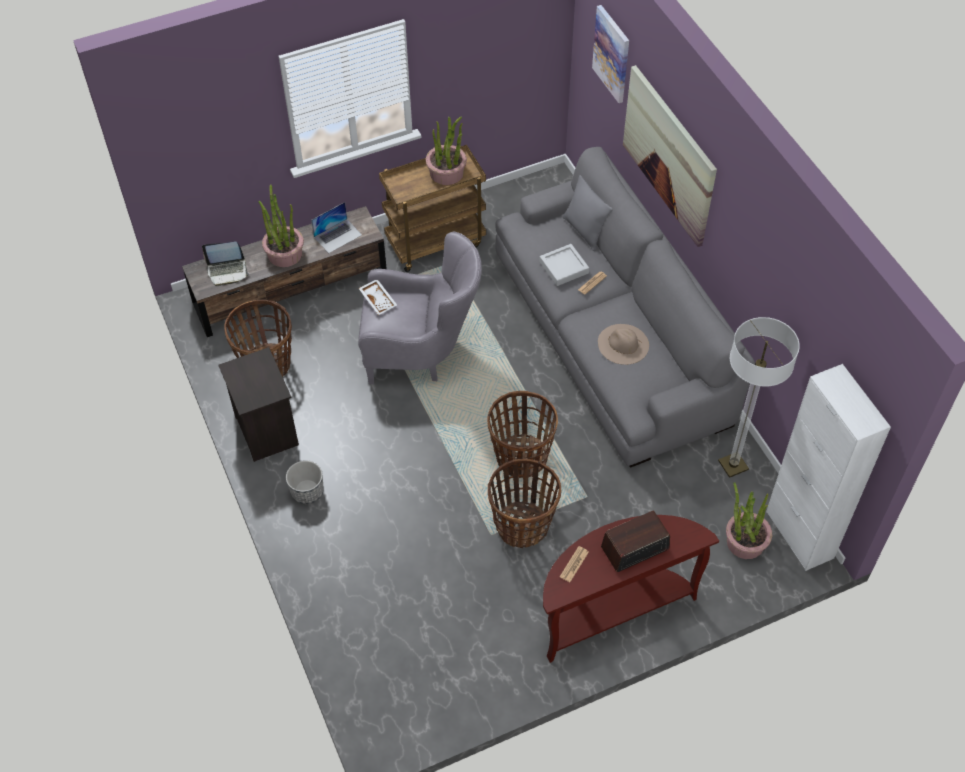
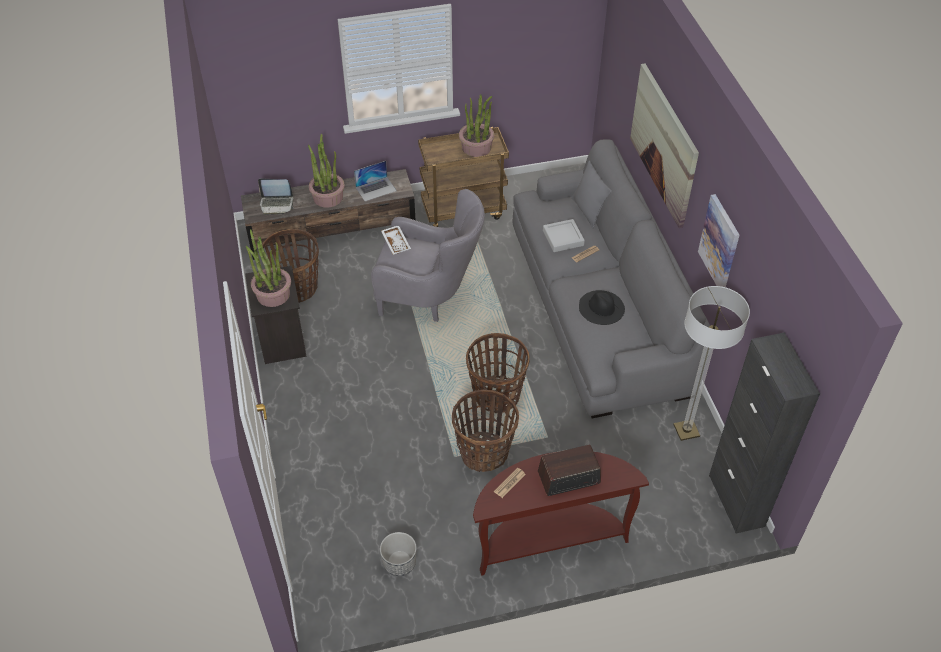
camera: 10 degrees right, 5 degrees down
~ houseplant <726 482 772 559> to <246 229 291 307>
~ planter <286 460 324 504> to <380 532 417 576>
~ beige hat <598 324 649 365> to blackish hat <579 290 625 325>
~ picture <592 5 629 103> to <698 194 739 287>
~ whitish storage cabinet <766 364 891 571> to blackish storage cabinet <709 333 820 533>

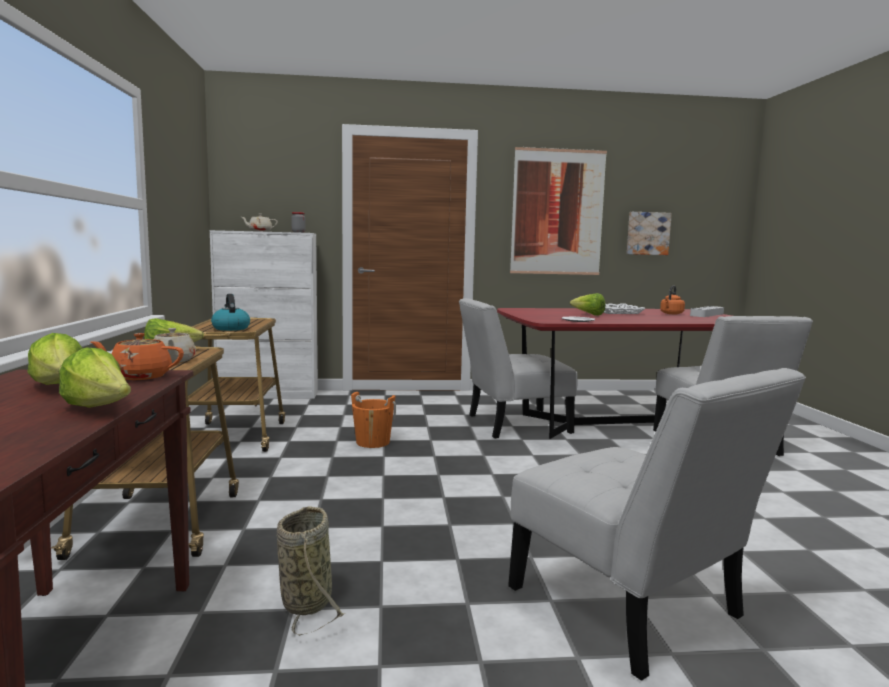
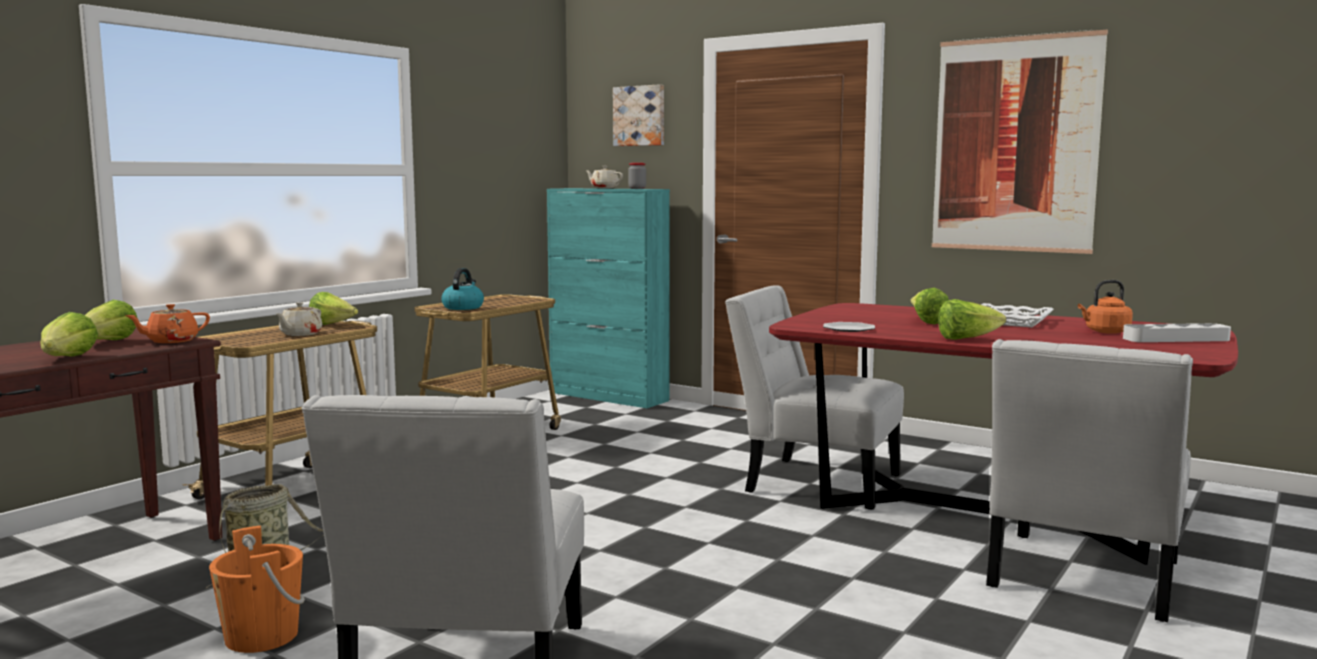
camera: 40 degrees right, 0 degrees up
~ orangey tea pot <91 333 184 380> = <125 304 210 343> 75 degrees counterclockwise
~ orangey water bucket <351 392 396 448> to <209 526 305 653>
~ whitish storage cabinet <210 230 318 399> to blue-green storage cabinet <547 188 670 408>
~ picture <627 212 672 255> to <613 84 664 146>
+ lettuce head <938 299 1006 340>

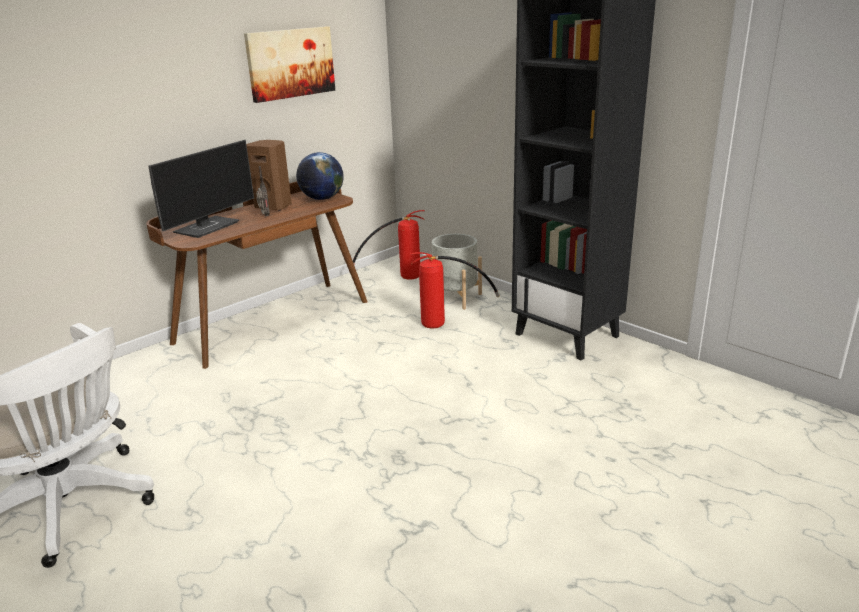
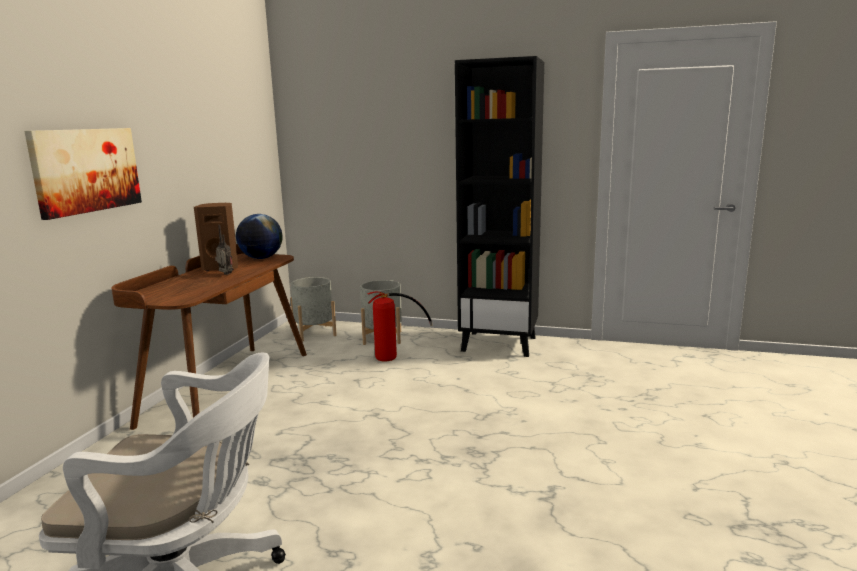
camera: 30 degrees left, 10 degrees down
~ picture <244 26 335 103> to <24 128 142 220>
~ extinguisher <353 210 425 280> to gray planter <291 277 337 342>
- computer screen <149 140 254 238>

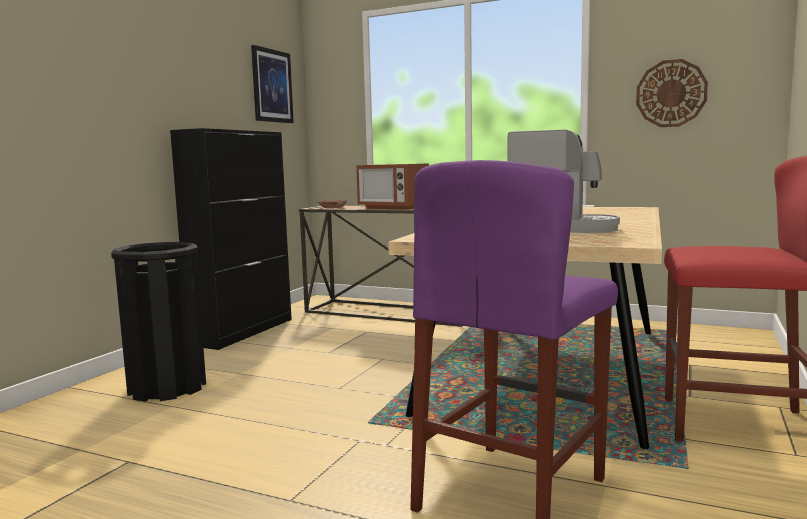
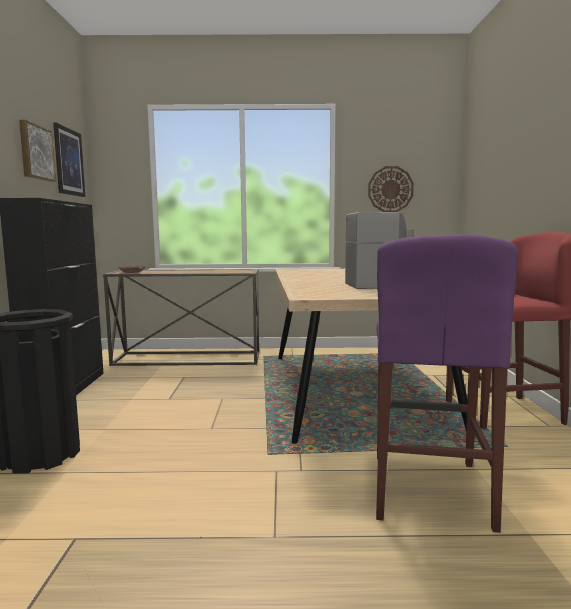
camera: 25 degrees left, 0 degrees up
+ picture <19 120 56 182>
- microwave <356 163 429 210>

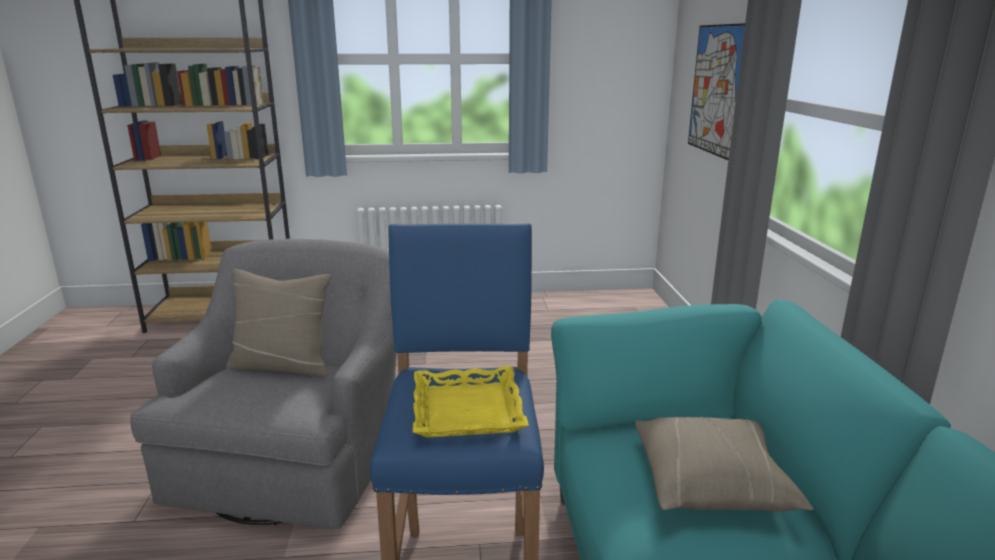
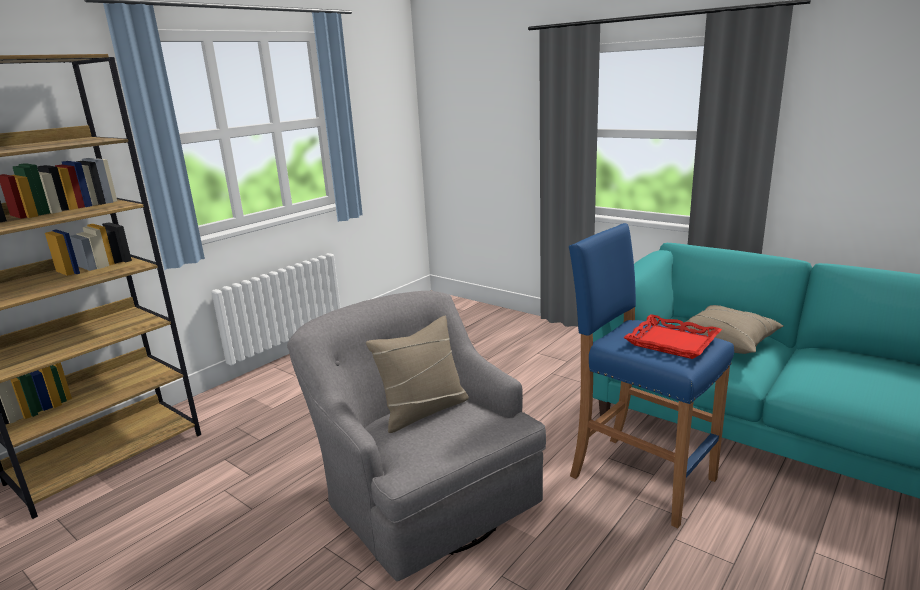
camera: 45 degrees left, 0 degrees up
~ yellow-coloured serving tray <413 366 529 438> to red-coloured serving tray <623 314 722 359>
- picture <688 23 745 160>

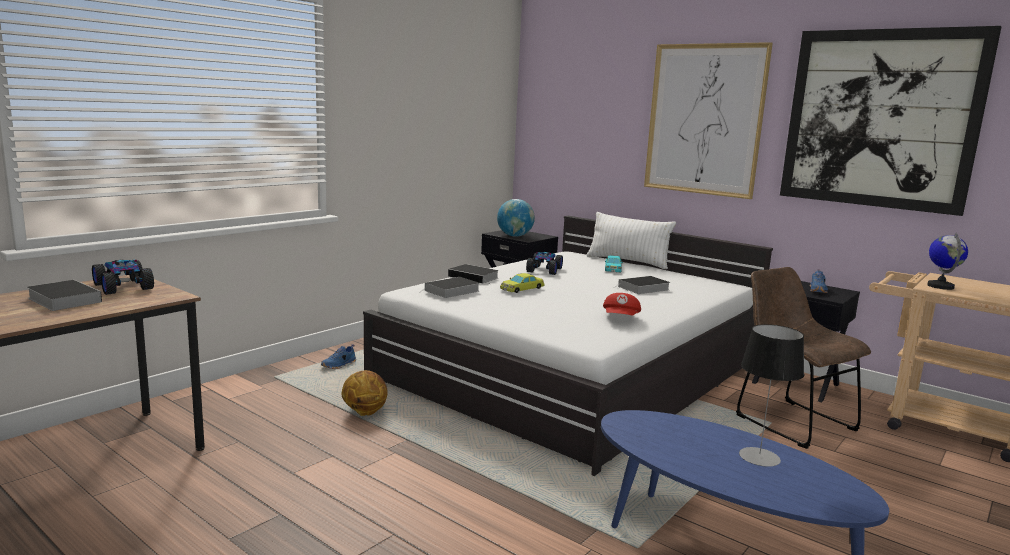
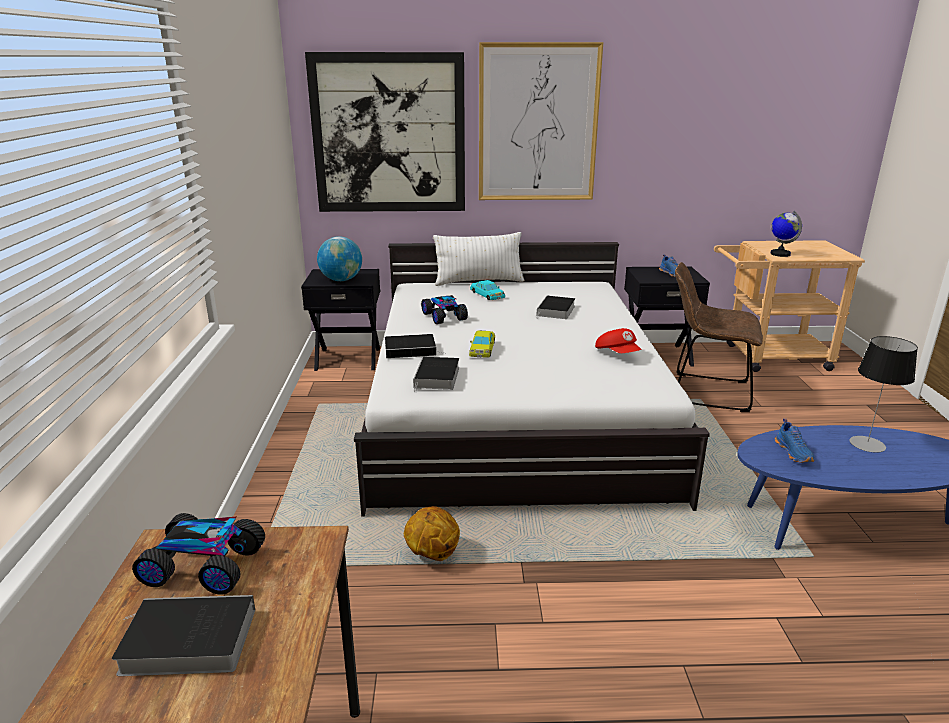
camera: 40 degrees left, 10 degrees up
~ picture <780 26 1001 216> to <305 52 465 212>
~ blue item of footwear <321 344 356 369> to <775 419 815 463>

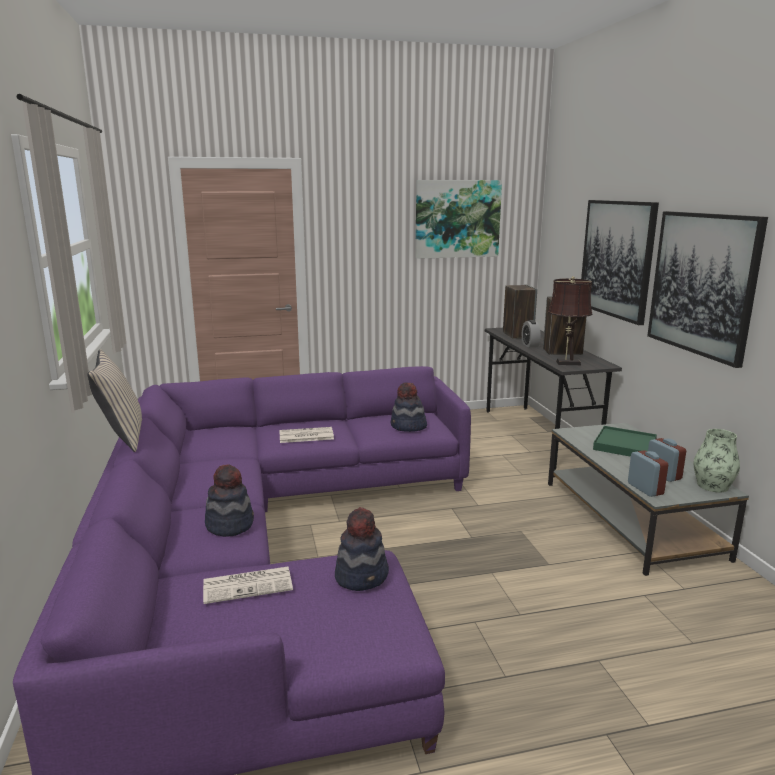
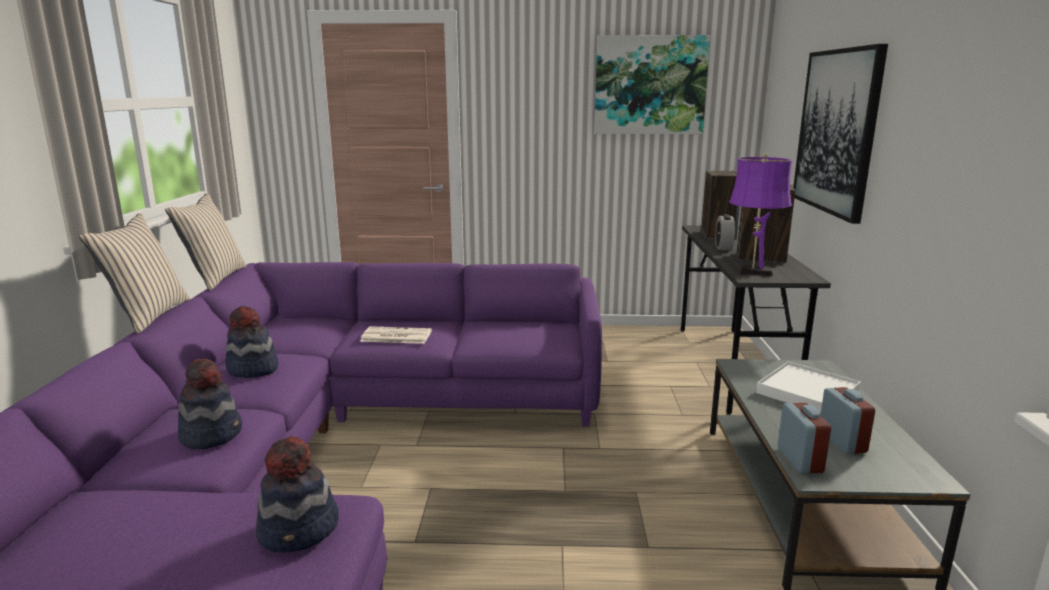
camera: 15 degrees right, 0 degrees up
+ beige cushion <165 193 247 290>
~ hat <391 382 427 432> to <225 306 278 378>
~ brown lamp for a table <548 276 592 365> to purple-coloured lamp for a table <729 153 792 276>
~ green serving tray <593 426 657 457> to whitish serving tray <756 361 861 414>
- daily paper <203 567 293 604>
- picture <647 211 768 368>
- vase <693 429 740 493>

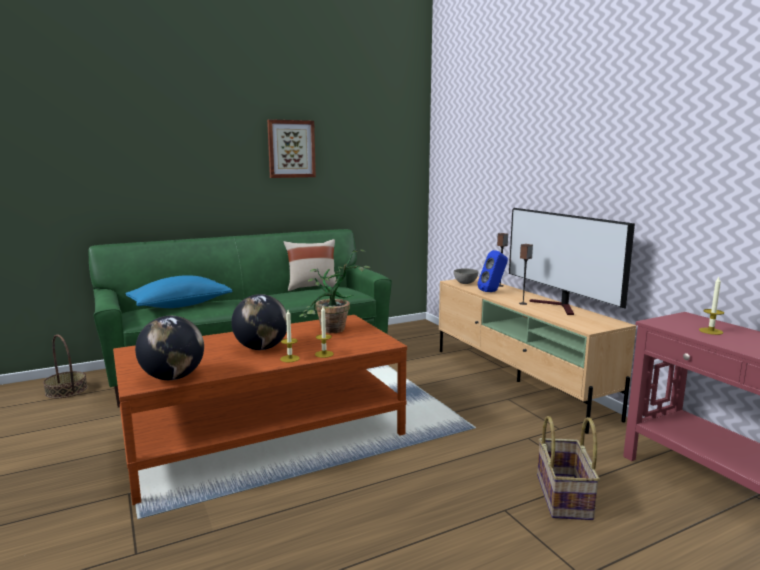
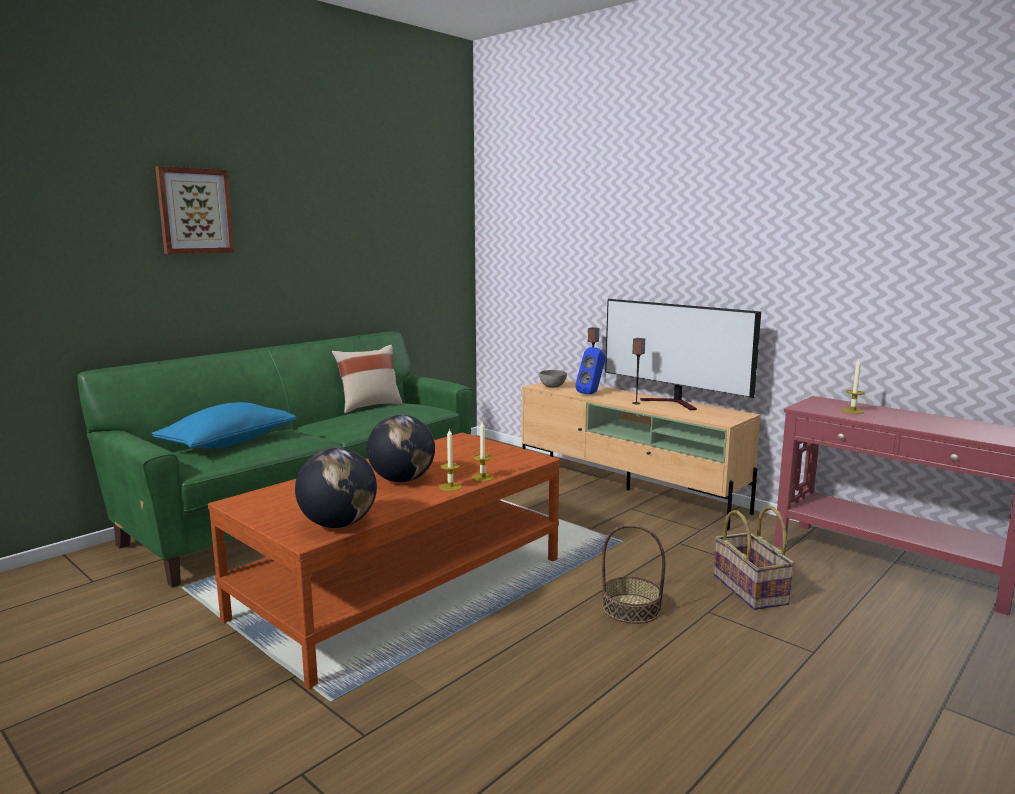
camera: 20 degrees left, 0 degrees up
~ picture <267 119 316 178> to <155 166 235 254>
~ household basket <43 334 88 398> to <602 524 665 624>
- houseplant <299 250 372 333>

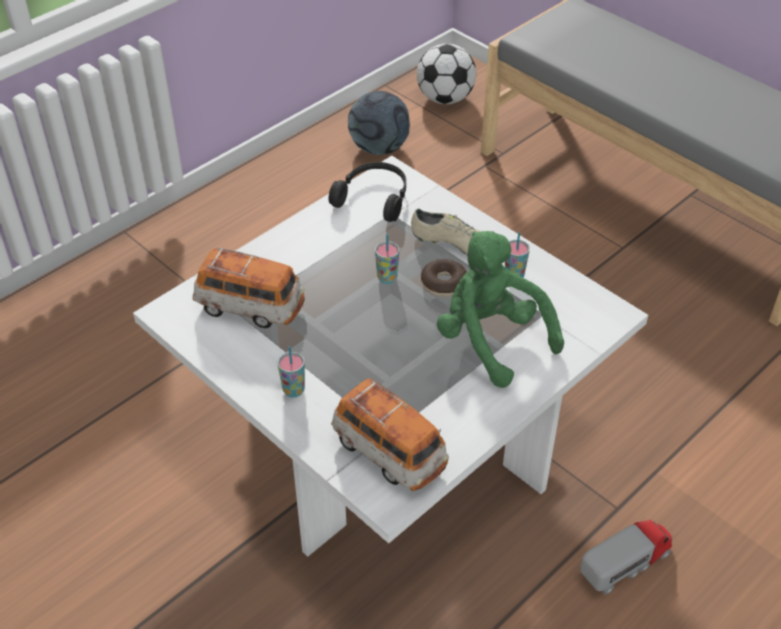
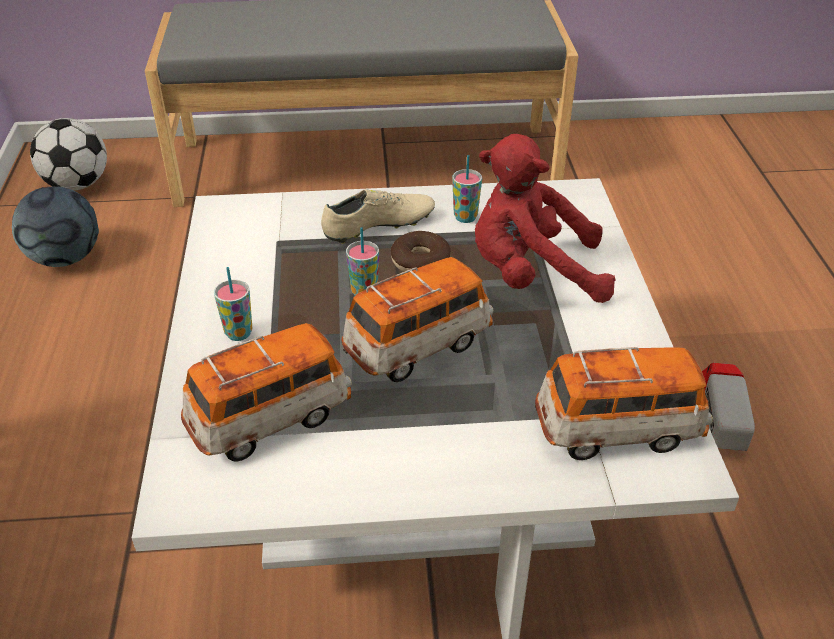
camera: 50 degrees left, 5 degrees down
~ cup <278 346 305 398> to <214 267 252 341>
+ model car <342 257 493 382>
~ green plush toy <437 231 564 388> to red-coloured plush toy <475 134 616 303>
- blackish headset <329 162 406 222>

